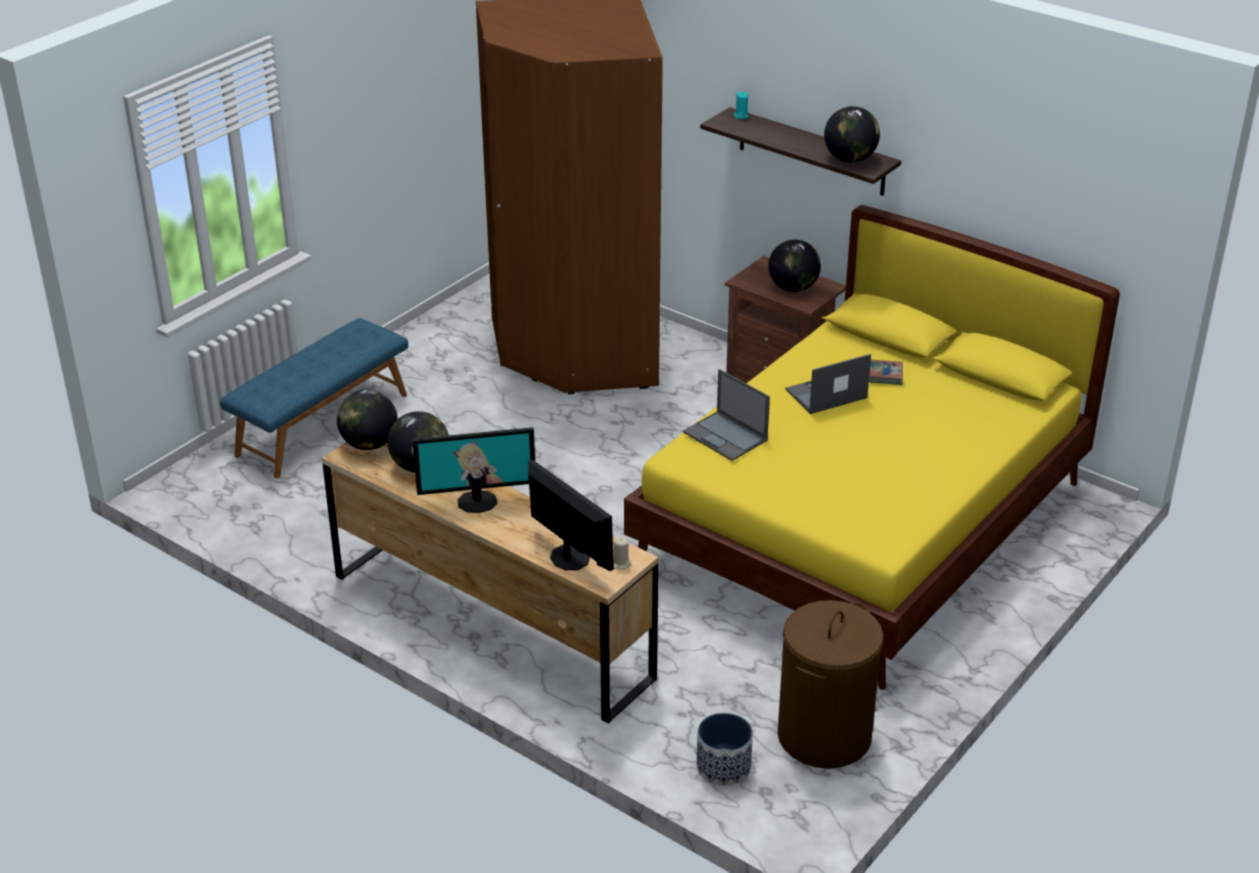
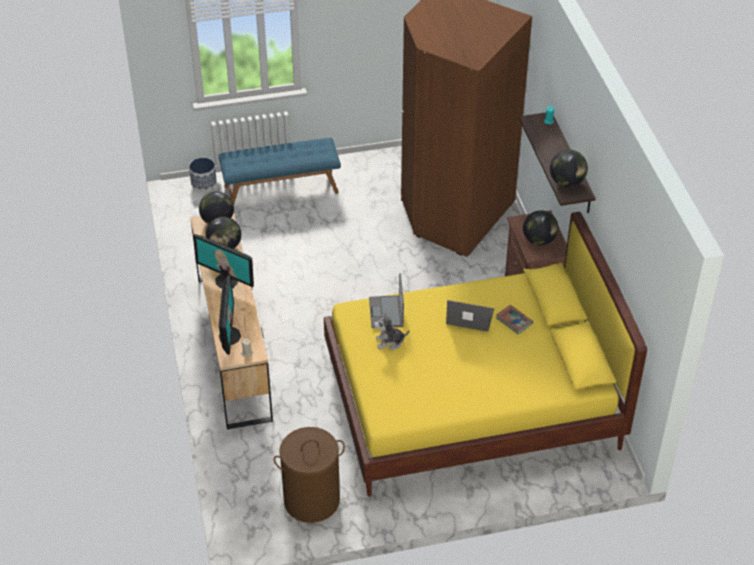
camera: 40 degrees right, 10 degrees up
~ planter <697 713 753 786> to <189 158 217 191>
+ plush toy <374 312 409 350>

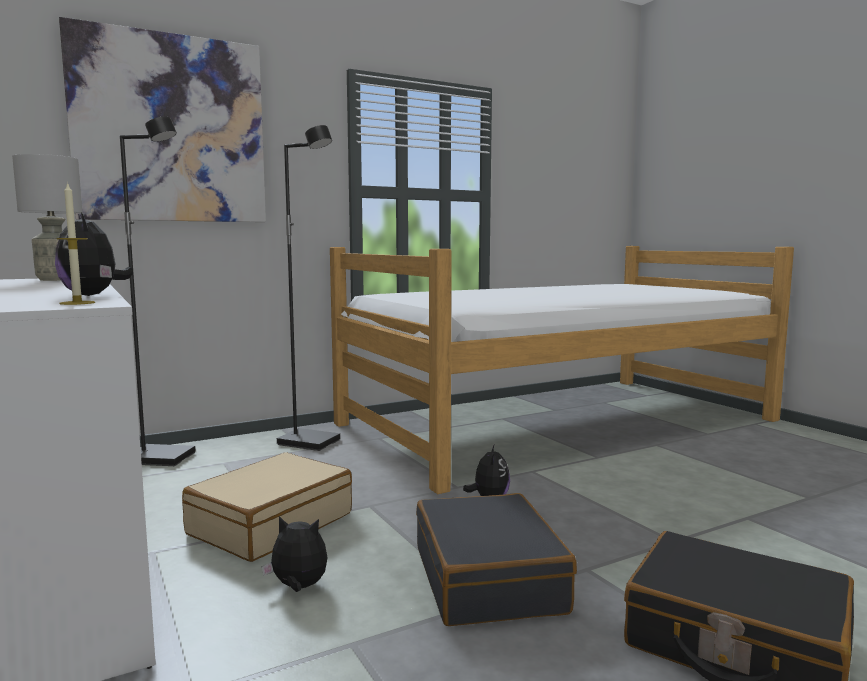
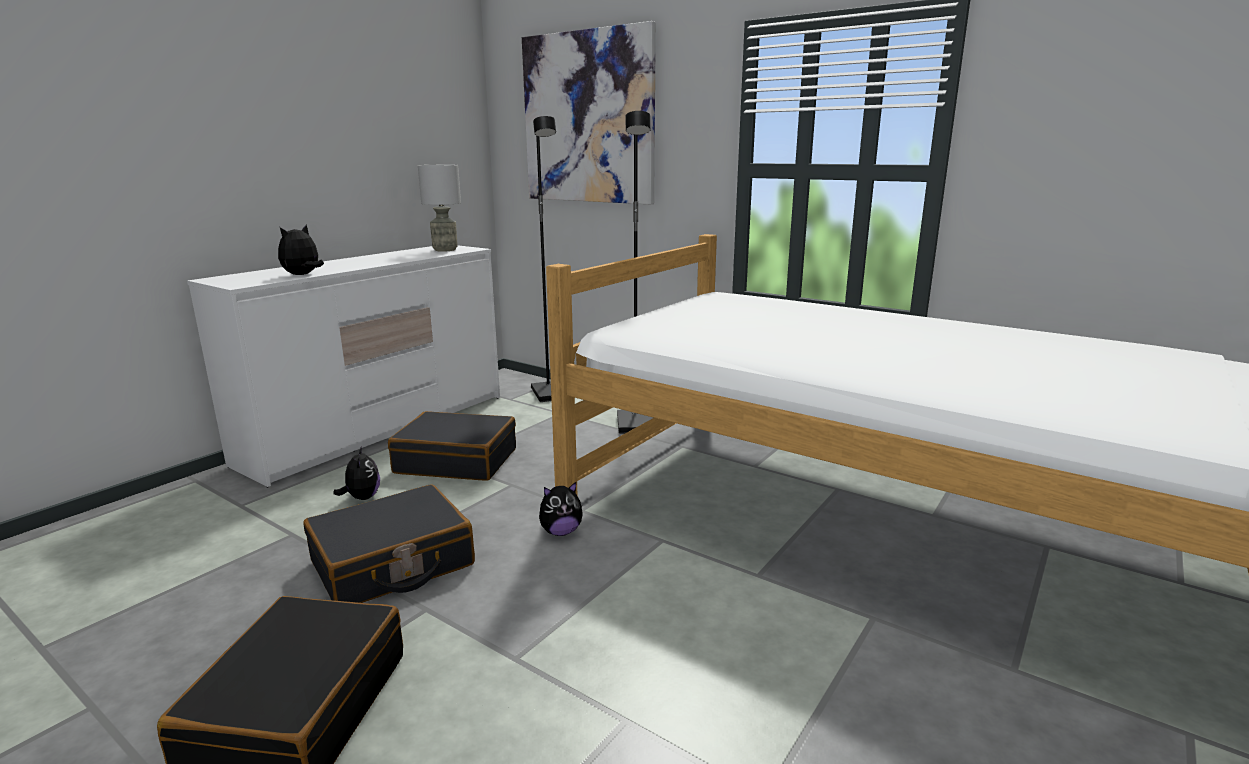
camera: 65 degrees right, 10 degrees up
~ beige suitcase <182 452 352 562> to blackish suitcase <388 411 516 481>
- wax light <57 182 95 305>

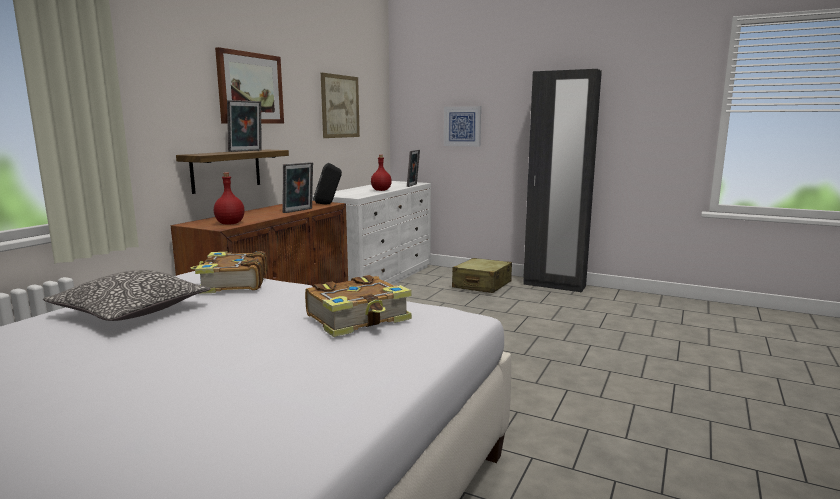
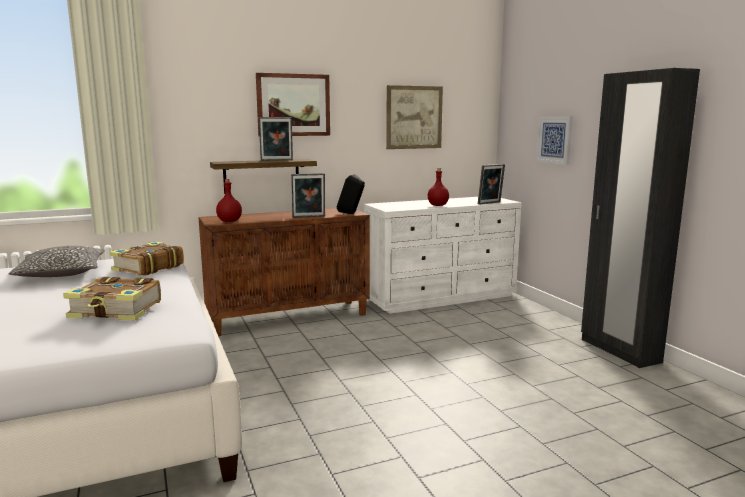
camera: 40 degrees right, 0 degrees up
- beige suitcase <452 258 512 293>

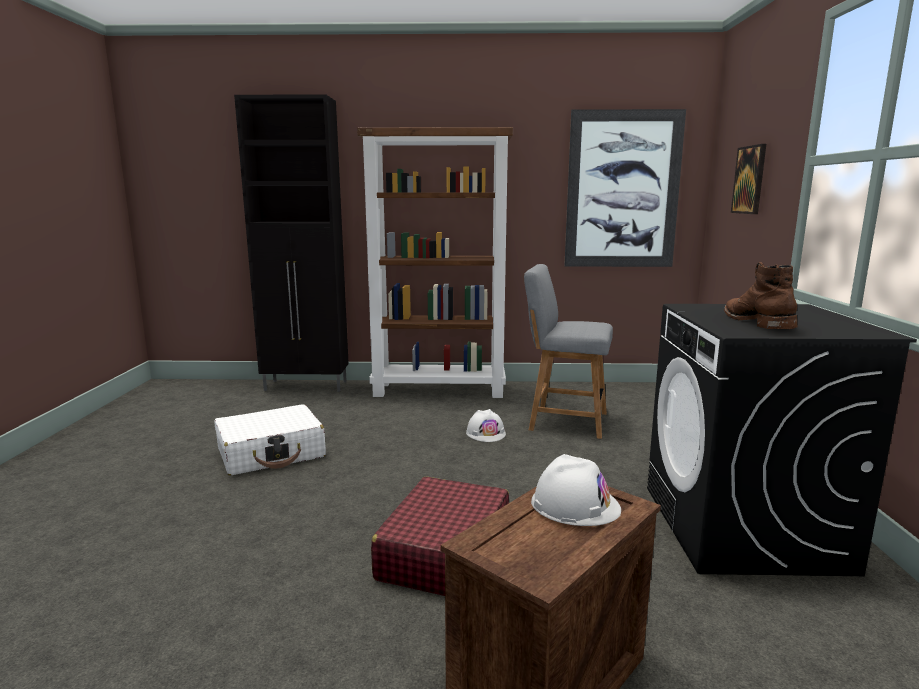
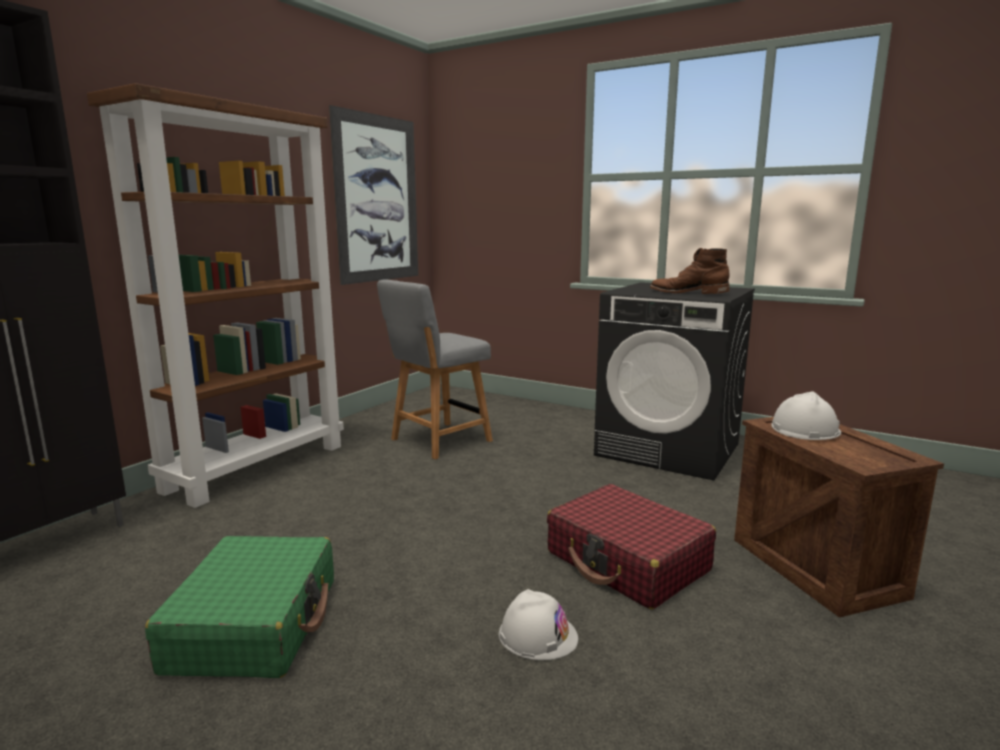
camera: 60 degrees left, 0 degrees up
~ whitish suitcase <214 404 326 475> to green suitcase <145 536 334 678>
~ whitish safety helmet <466 409 506 442> to <499 589 578 660>
- picture <731 144 766 214>

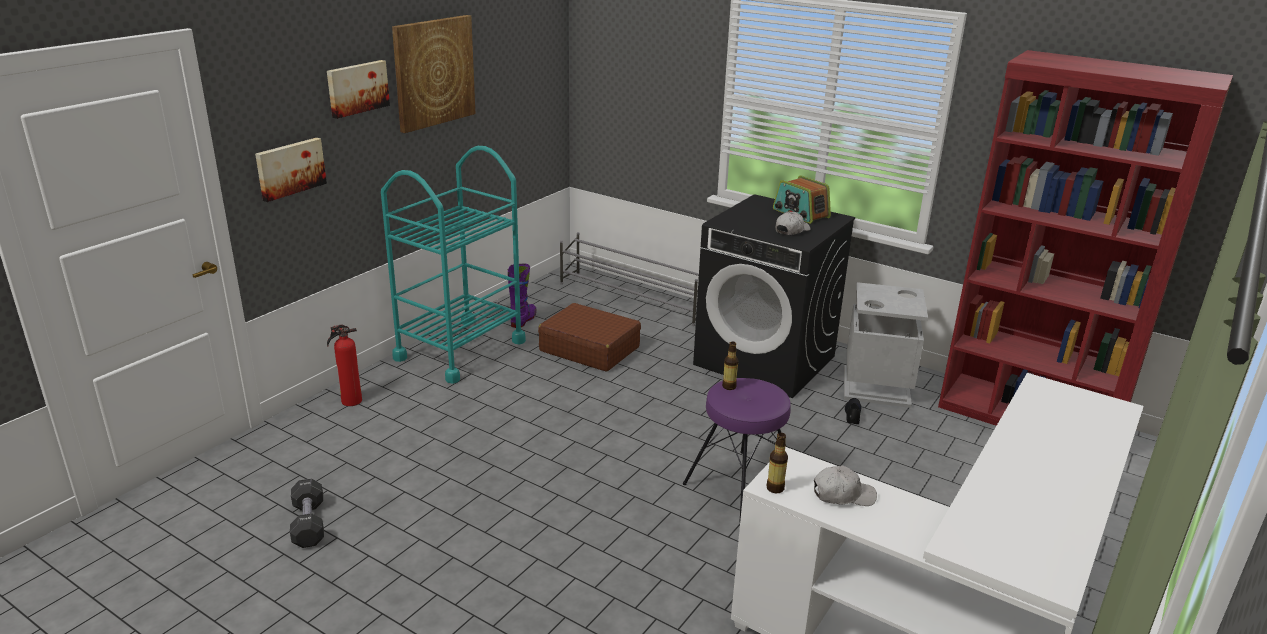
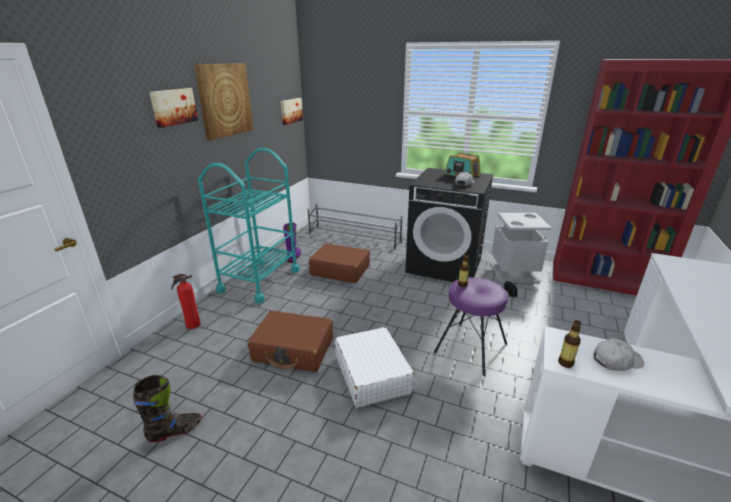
camera: 10 degrees left, 0 degrees up
~ blackish free weight <290 478 324 548> to blackish high-top boot <133 375 201 443>
+ brown suitcase <248 311 333 372>
~ picture <255 138 327 202> to <281 98 303 125>
+ whitish suitcase <335 327 415 408>

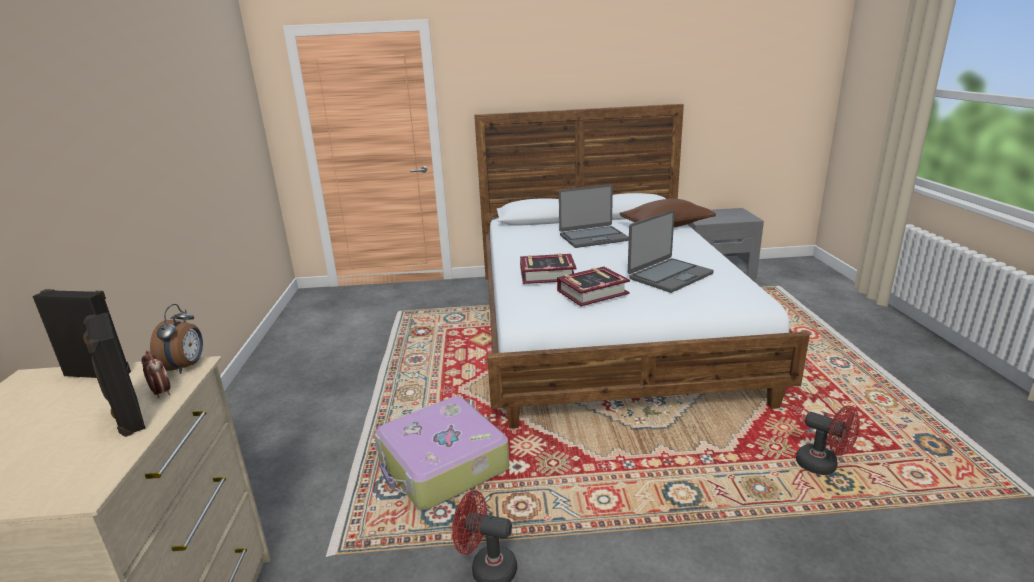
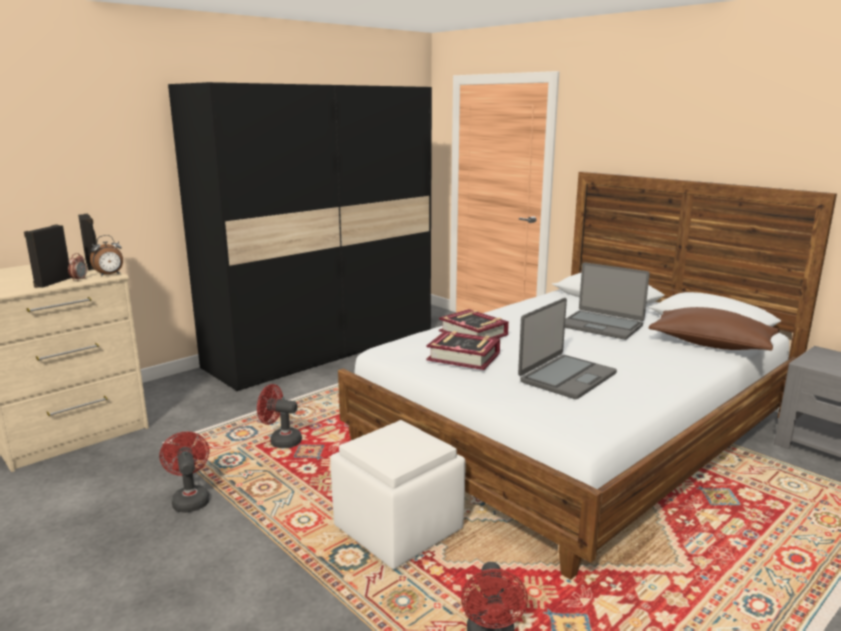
camera: 50 degrees right, 5 degrees down
+ blackish clothes cupboard <168 82 432 391>
~ suitcase <374 397 509 510> to red-coloured electric fan <257 384 302 448>
+ whitish ottoman <330 420 465 569>
~ notebook computer <628 210 714 293> = <518 298 617 399> 60 degrees counterclockwise

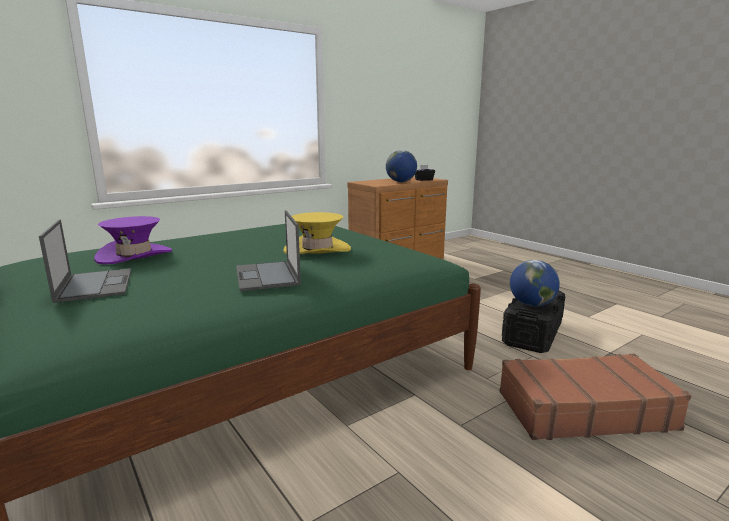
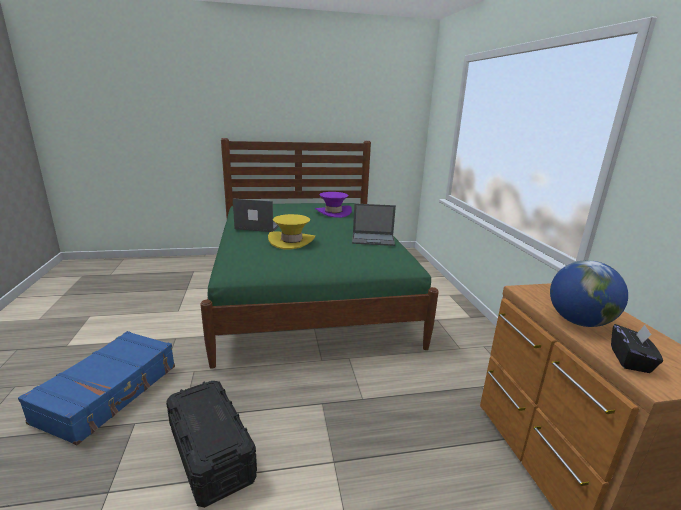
camera: 115 degrees right, 5 degrees up
~ brown suitcase <500 354 692 440> to blue suitcase <18 331 175 445>
~ notebook computer <39 219 131 303> to <352 203 396 246>
- desk globe <510 260 560 307>

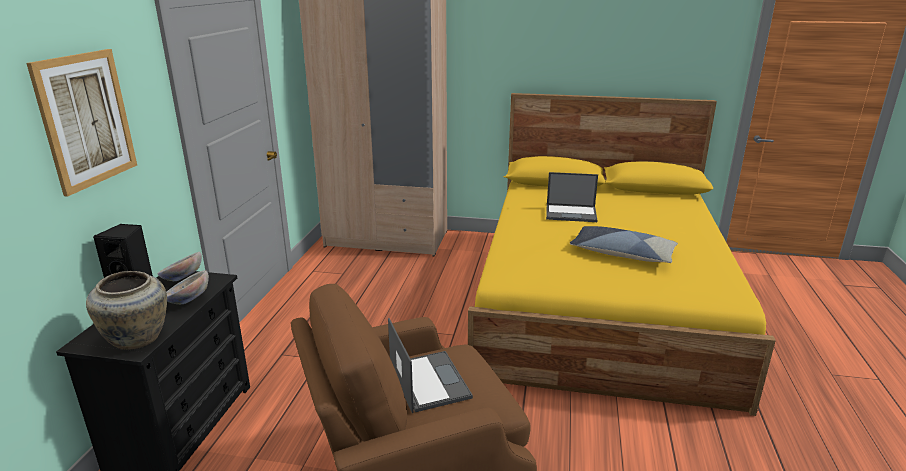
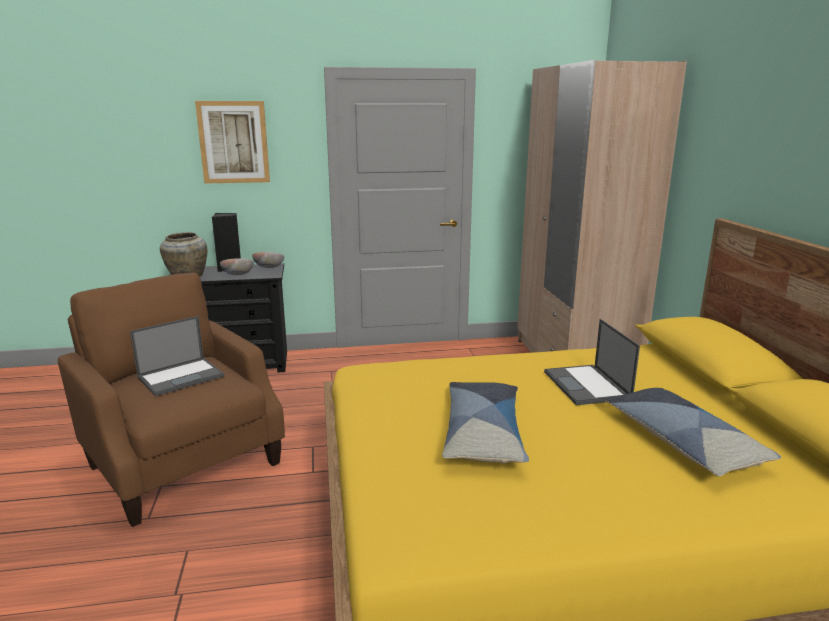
camera: 70 degrees right, 5 degrees down
+ cushion <605 388 781 477>

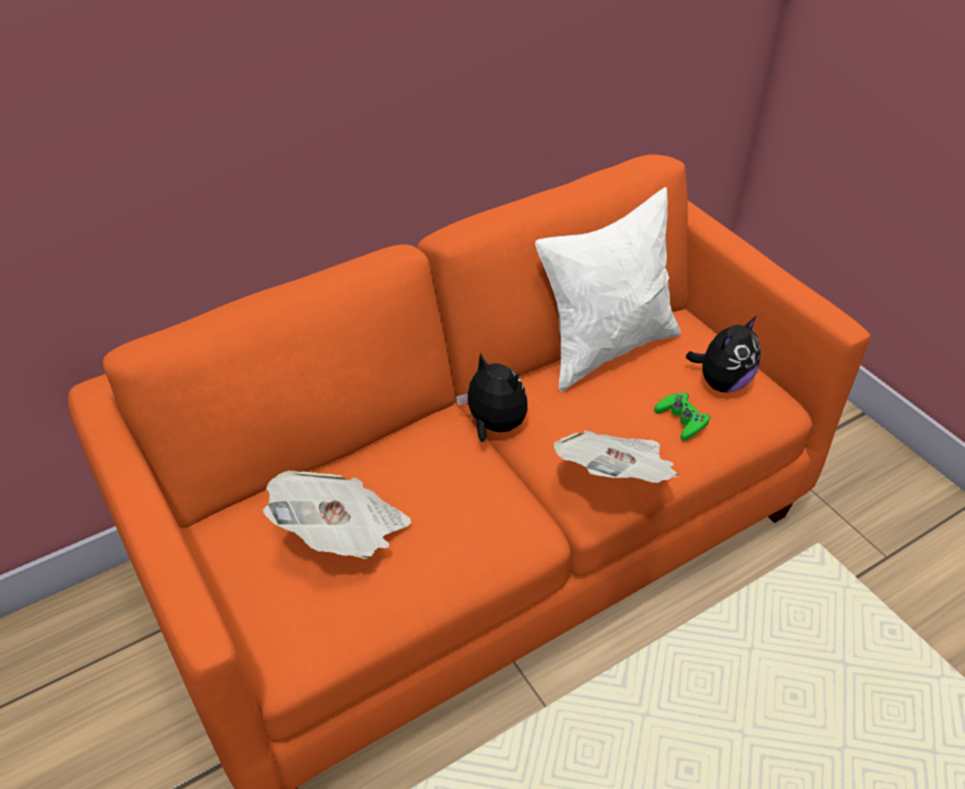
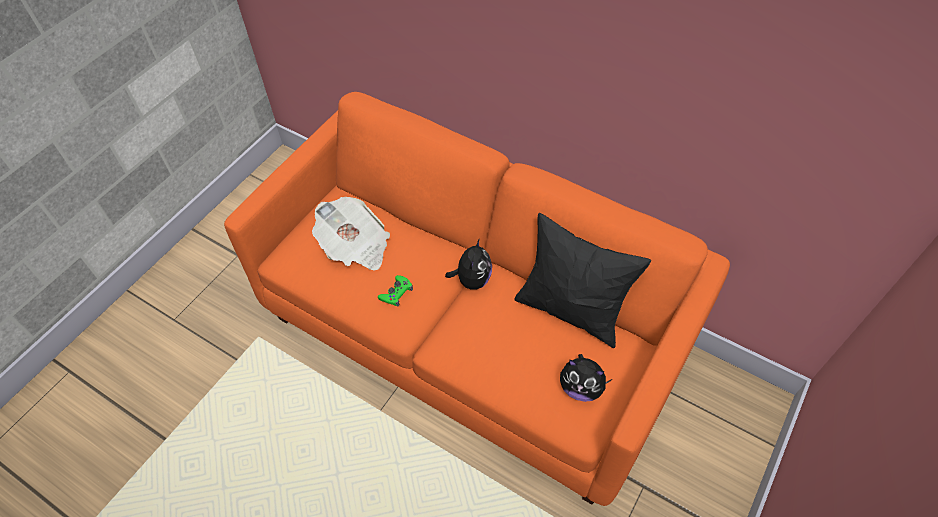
camera: 65 degrees right, 10 degrees up
~ green game controller <654 393 710 441> to <378 275 413 306>
~ whitish cushion <535 187 681 392> to blackish cushion <514 213 651 348>
- daily paper <554 430 678 483>

